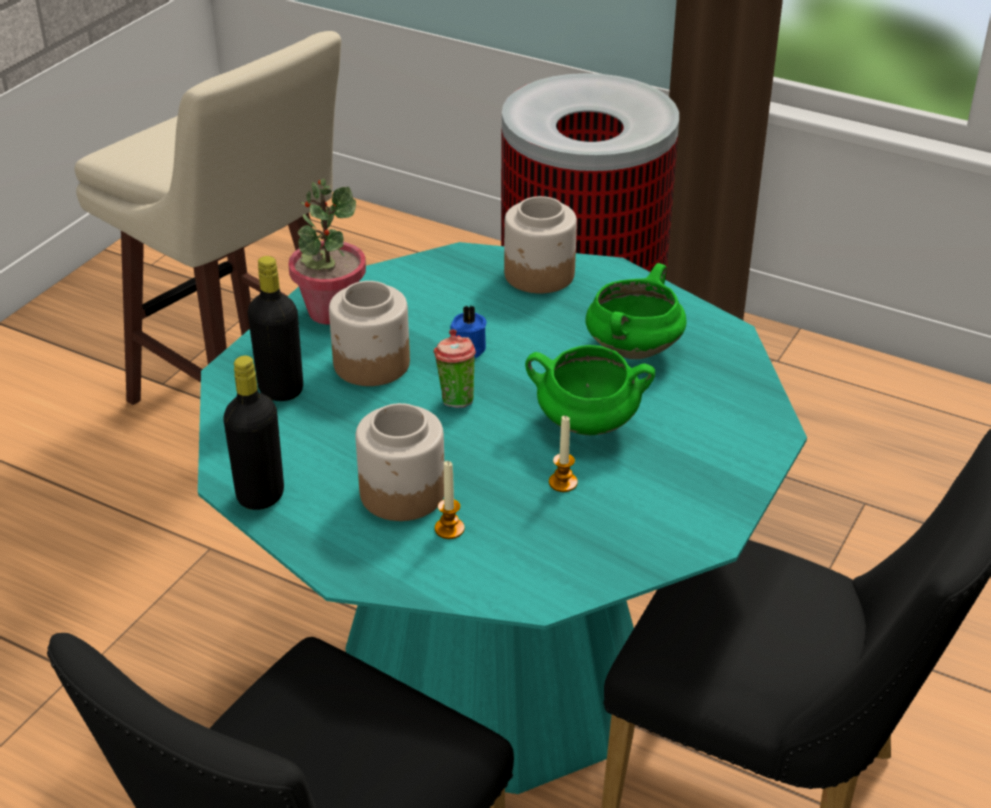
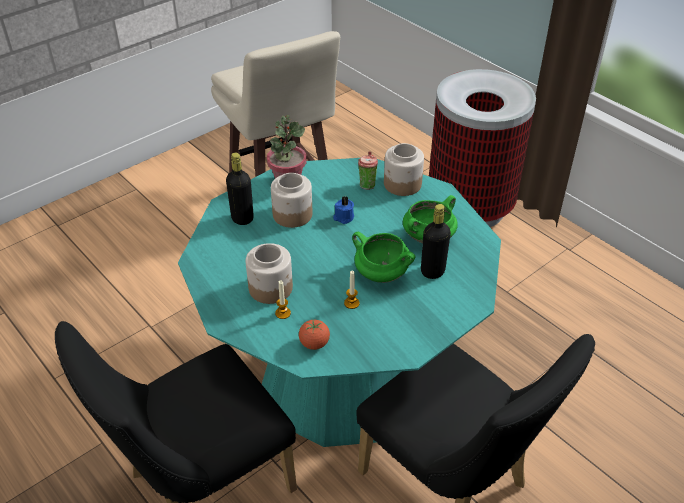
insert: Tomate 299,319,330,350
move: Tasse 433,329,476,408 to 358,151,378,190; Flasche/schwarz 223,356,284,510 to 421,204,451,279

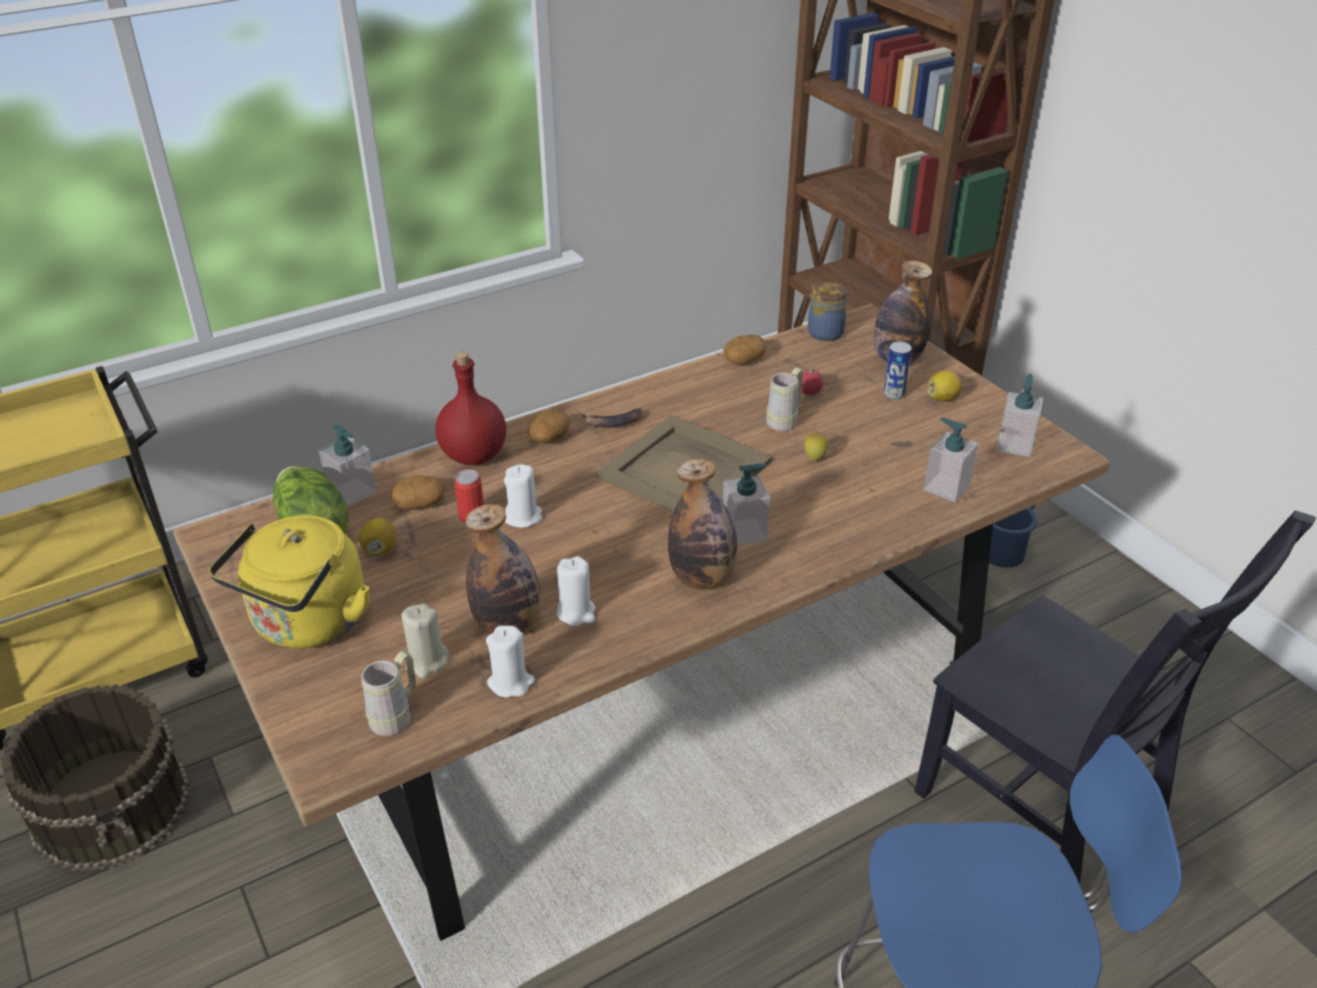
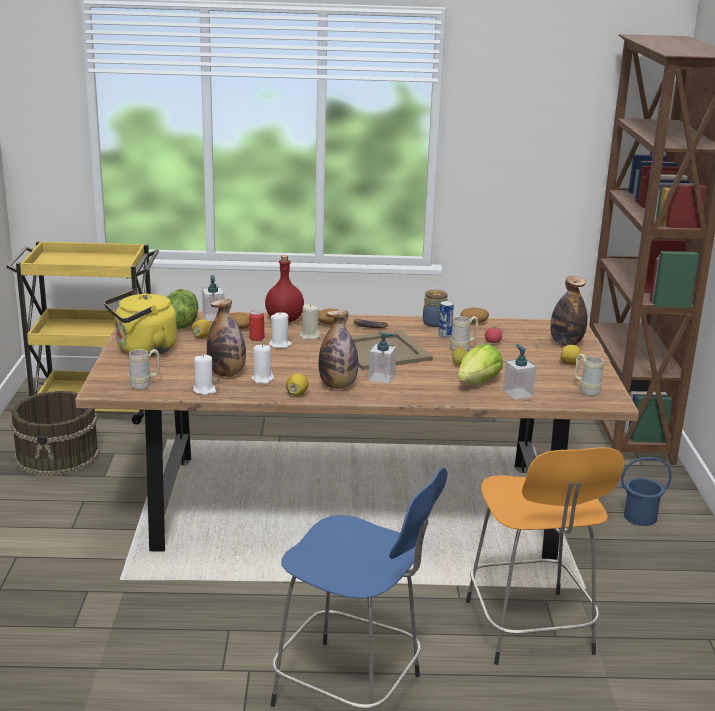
insert: Salatkopf 458,343,503,384; Zitrone 286,373,309,396
move: Vorratsglas 808,282,847,341 to 423,290,448,327; Dose 884,341,912,400 to 439,301,454,338; Kerze/beige 401,603,449,678 to 299,304,321,340
replace: Seifenspender 996,374,1043,457 to Henkelbecher/beige 575,354,604,396; Stuhl/schwarz 914,510,1316,884 to Hocker/orange 466,447,625,665

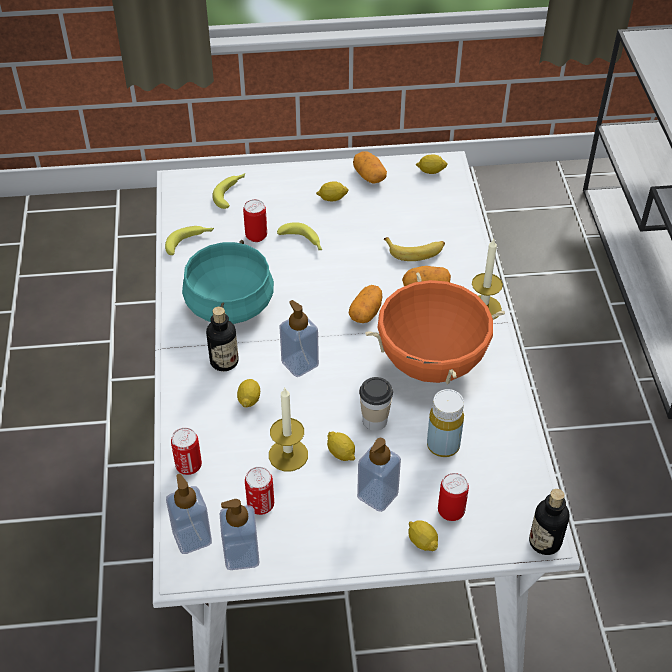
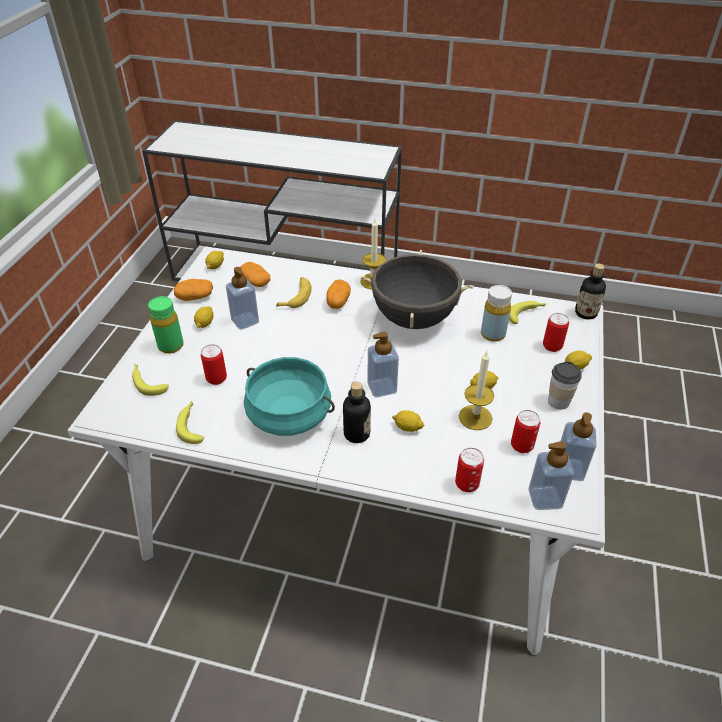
insert: Flasche/grün 148,296,184,354
move: Banane 277,222,322,250 to 509,301,547,324; Kartoffel 349,285,382,323 to 241,262,270,287; Tasse 359,377,393,431 to 548,361,582,409; Seifenspender 357,438,401,512 to 226,267,259,330
recolor: Kochtopf/orange 365,272,505,384 to Kochtopf/schwarz 361,250,473,329

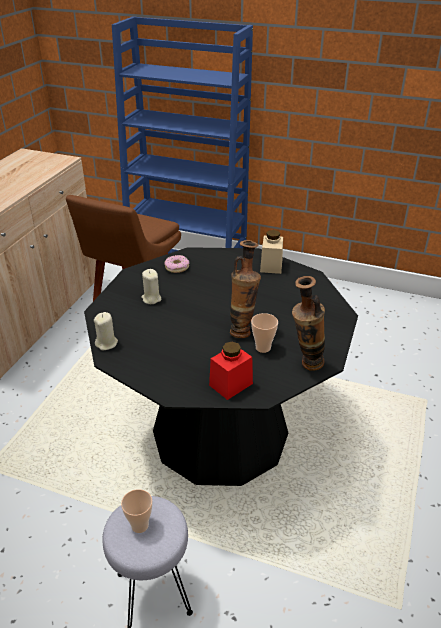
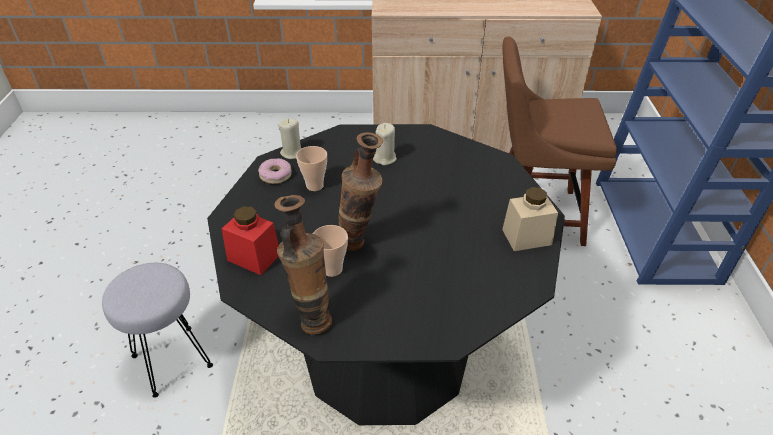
move: Donut 164,255,189,273 to 258,158,292,184; Tasse 121,489,152,533 to 296,146,327,191

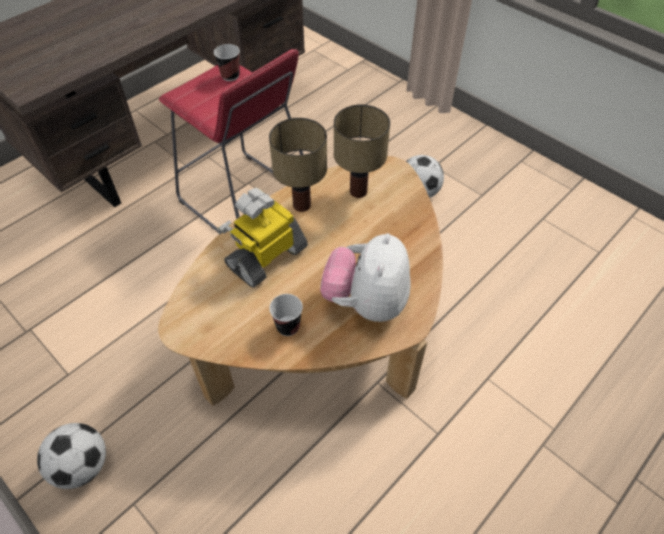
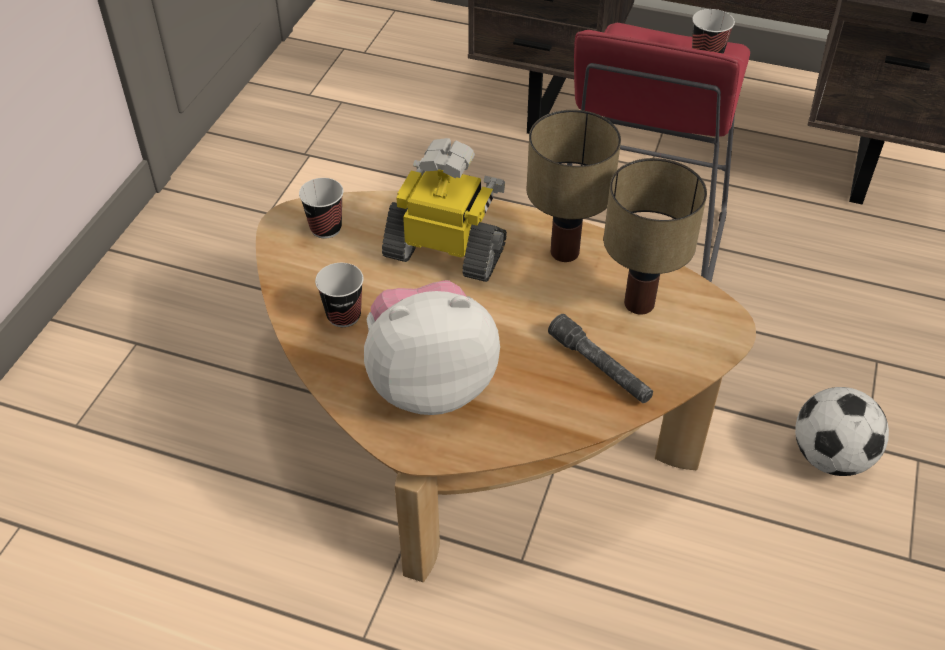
delete: Fußball 37,423,106,489
insert: Tasse 299,178,343,239; Taschenlampe/grau 548,314,653,403

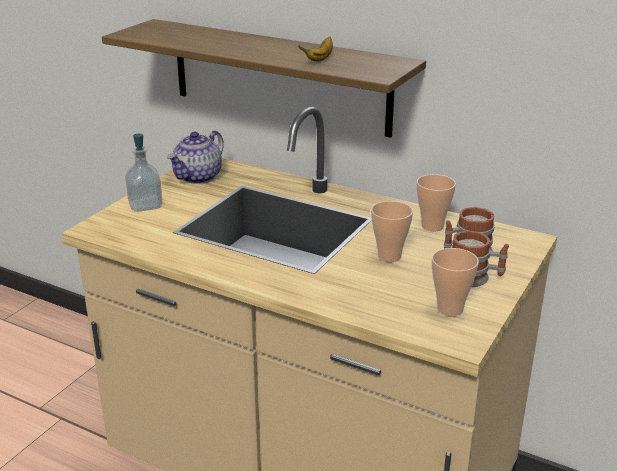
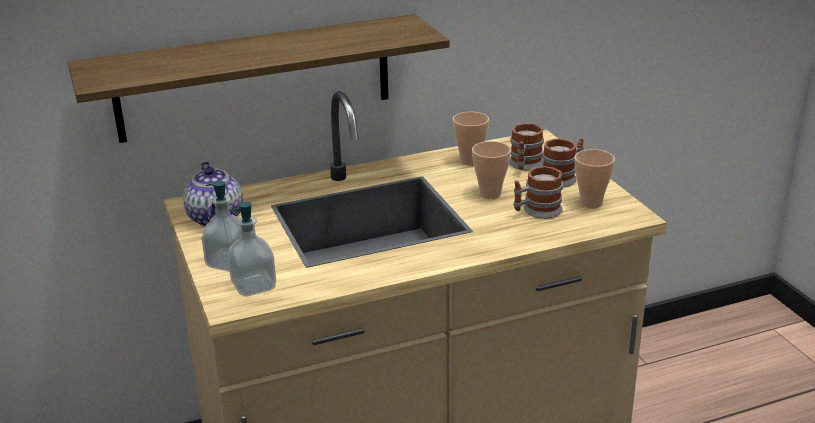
delete: Banane 298,37,333,62
insert: Henkelbecher 514,166,563,219; Seifenspender 228,202,276,297

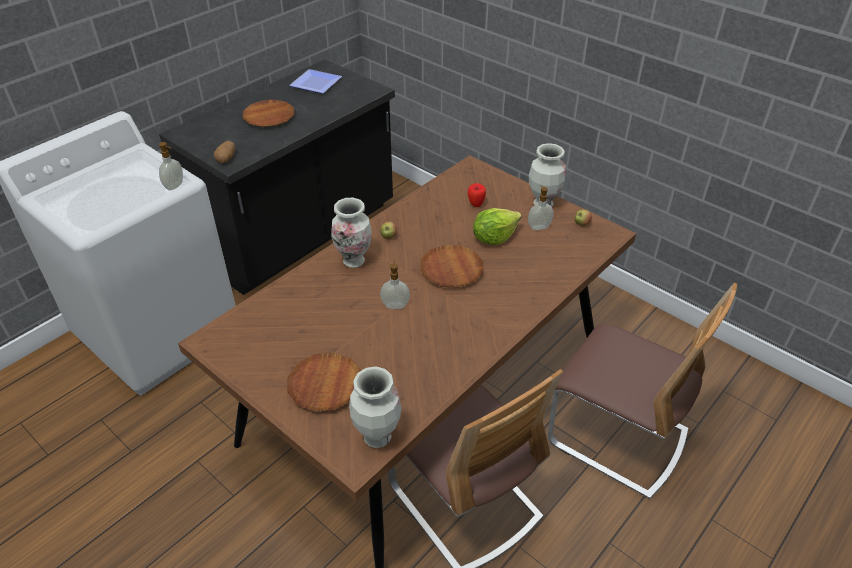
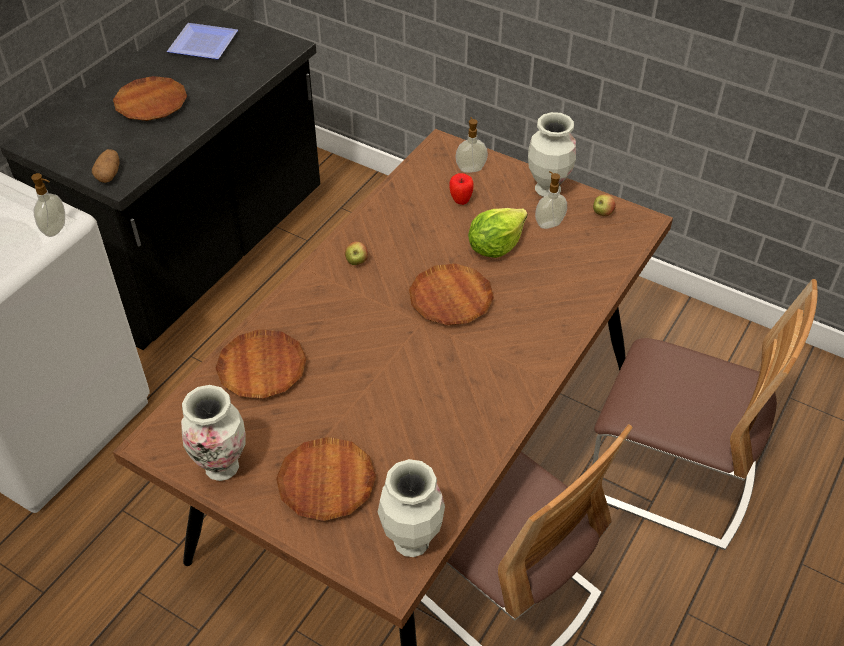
insert: Teller/braun 216,329,307,399
move: Vase 331,198,371,268 to 181,385,246,481; Seifenspender 380,261,410,309 to 455,117,488,173

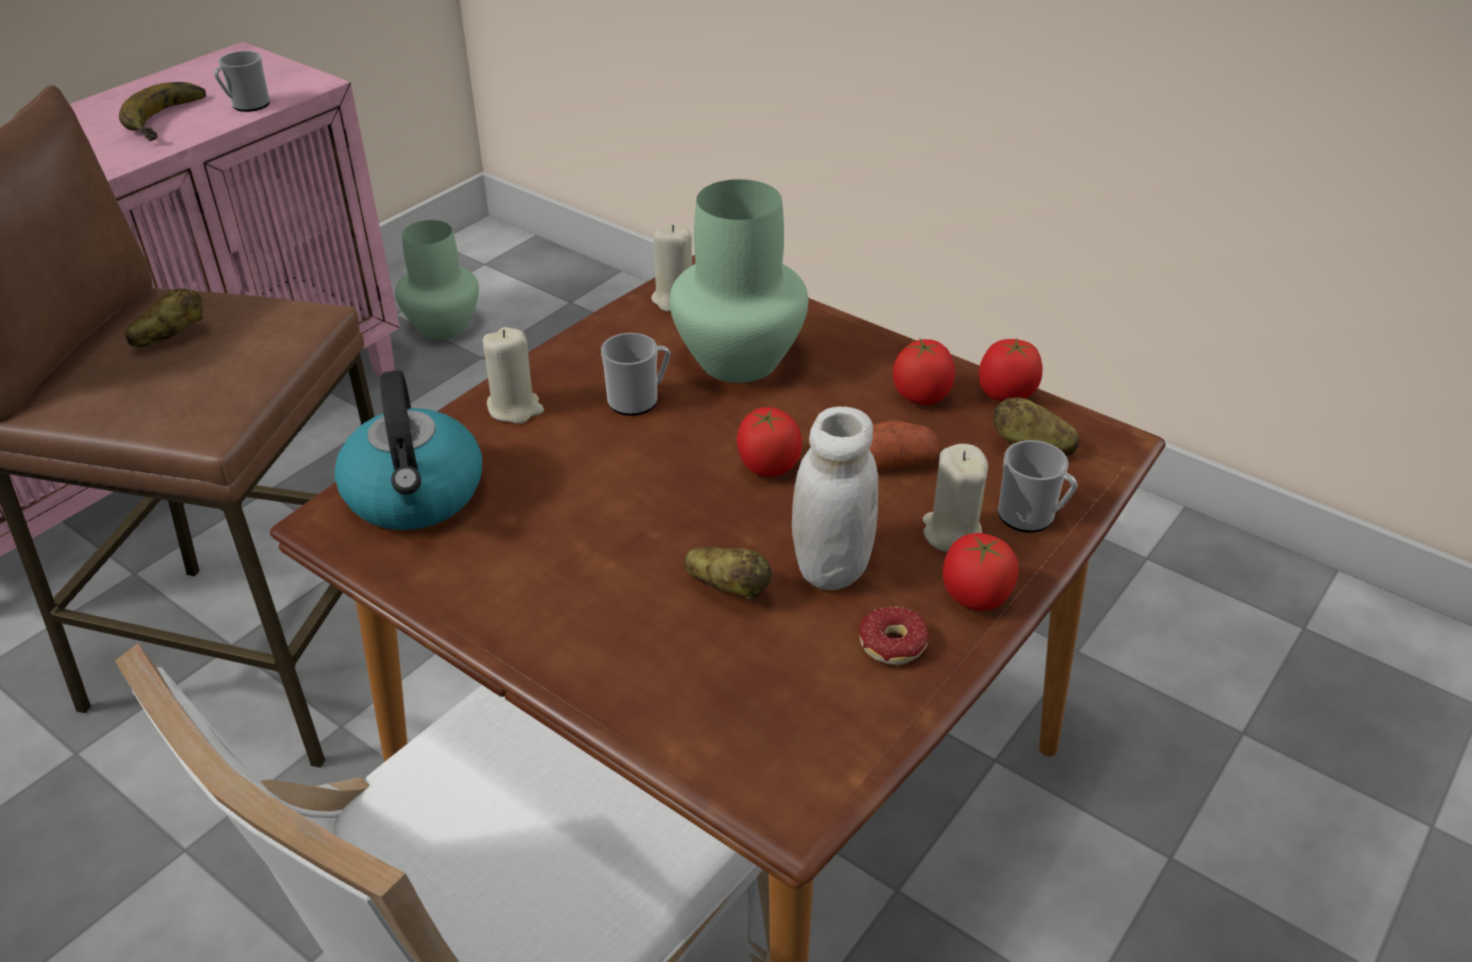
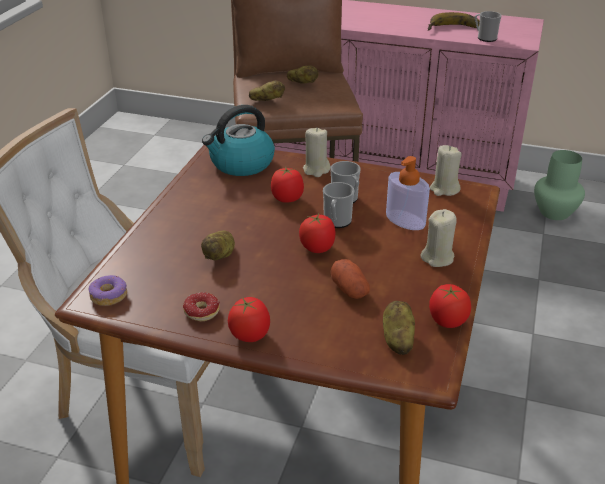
delete: Vorratsglas/weiß 792,407,878,590
insert: Kartoffel 249,81,285,101; Donut 89,275,127,306
move: Tomate 893,337,955,405 to 271,166,304,203; Henkelbecher 998,440,1078,533 to 323,182,354,228; Kerze/beige 923,444,988,552 to 420,209,457,267
replace: Vase/grün 670,179,808,383 to Seifenspender 386,156,430,230

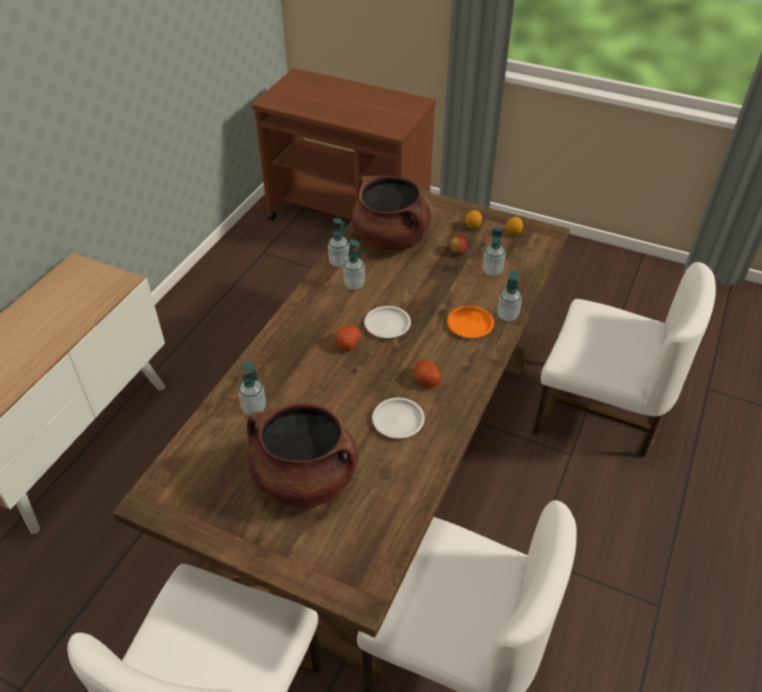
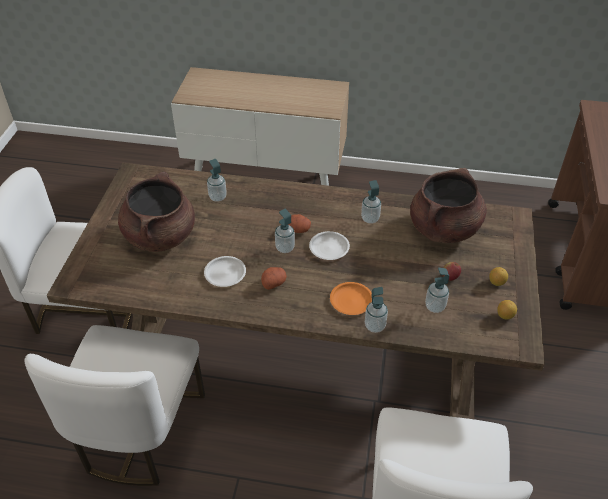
move: Seifenspender 328,218,349,267 to 275,209,295,253

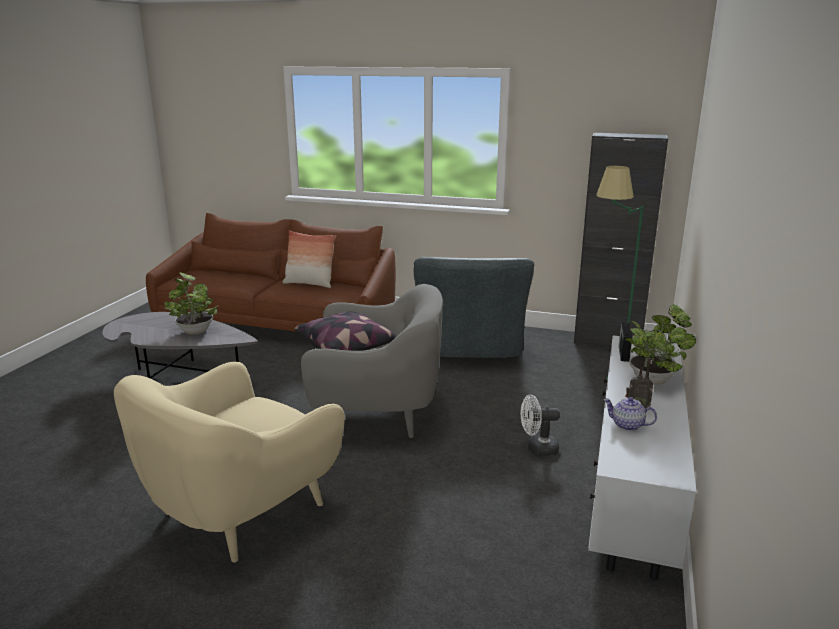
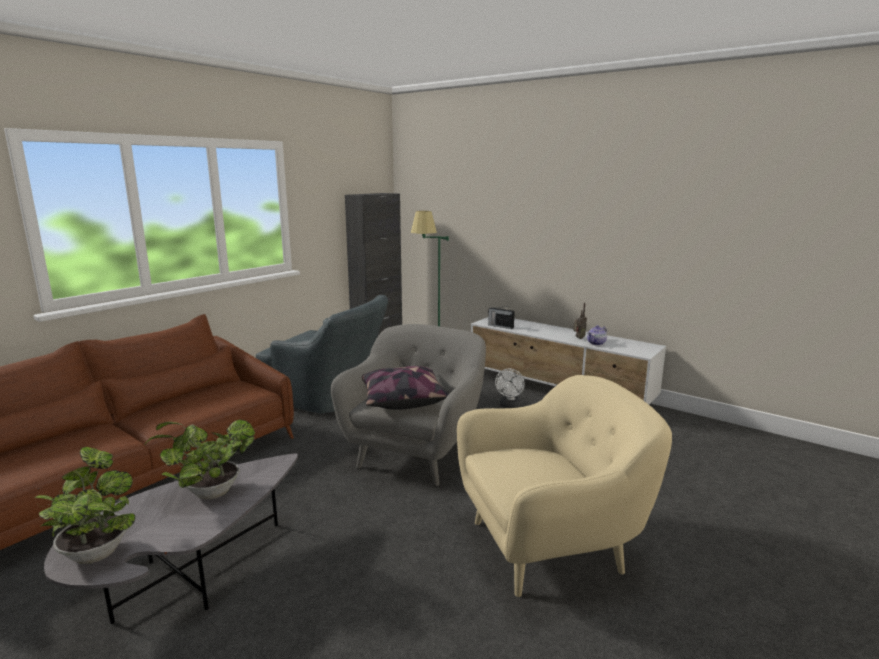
delete: Kissen 282,230,336,288
move: Topfpflanze 625,304,696,385 to 34,447,135,564
rotate: Sessel/beige 114,362,345,562 = 457,375,672,597 75 degrees counterclockwise

